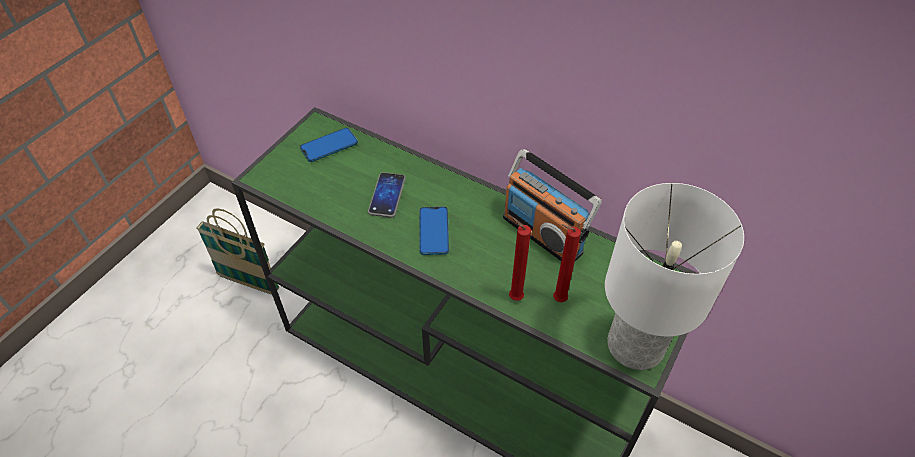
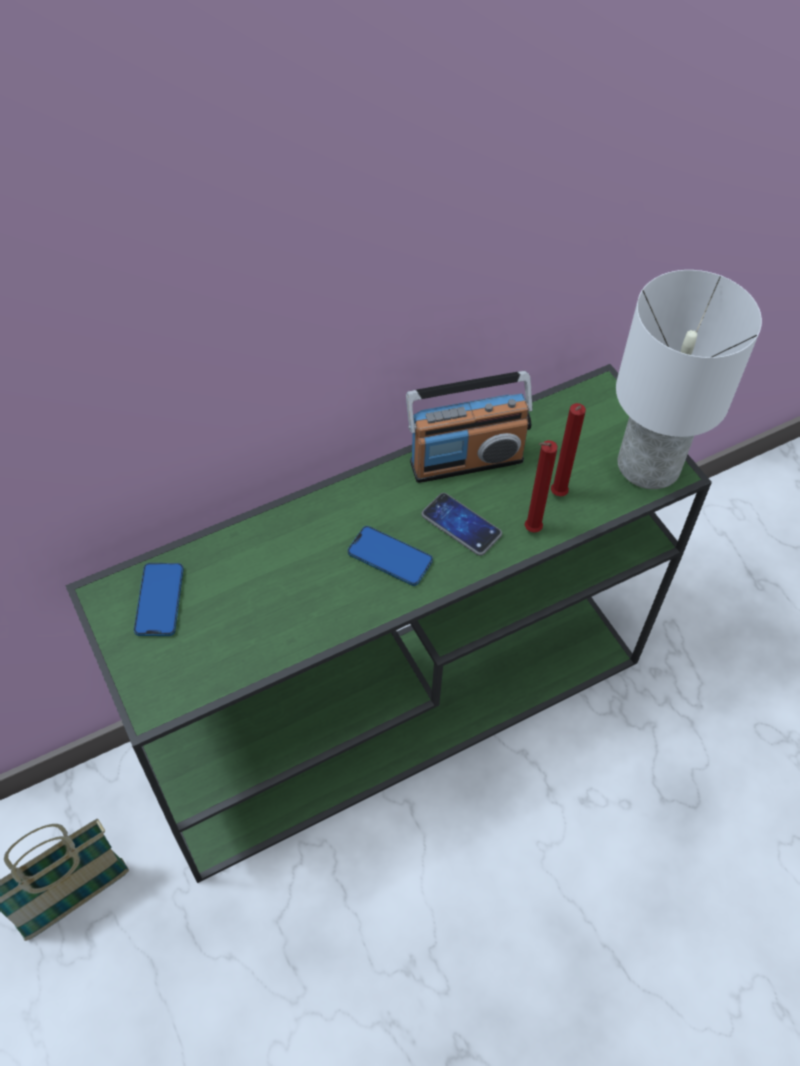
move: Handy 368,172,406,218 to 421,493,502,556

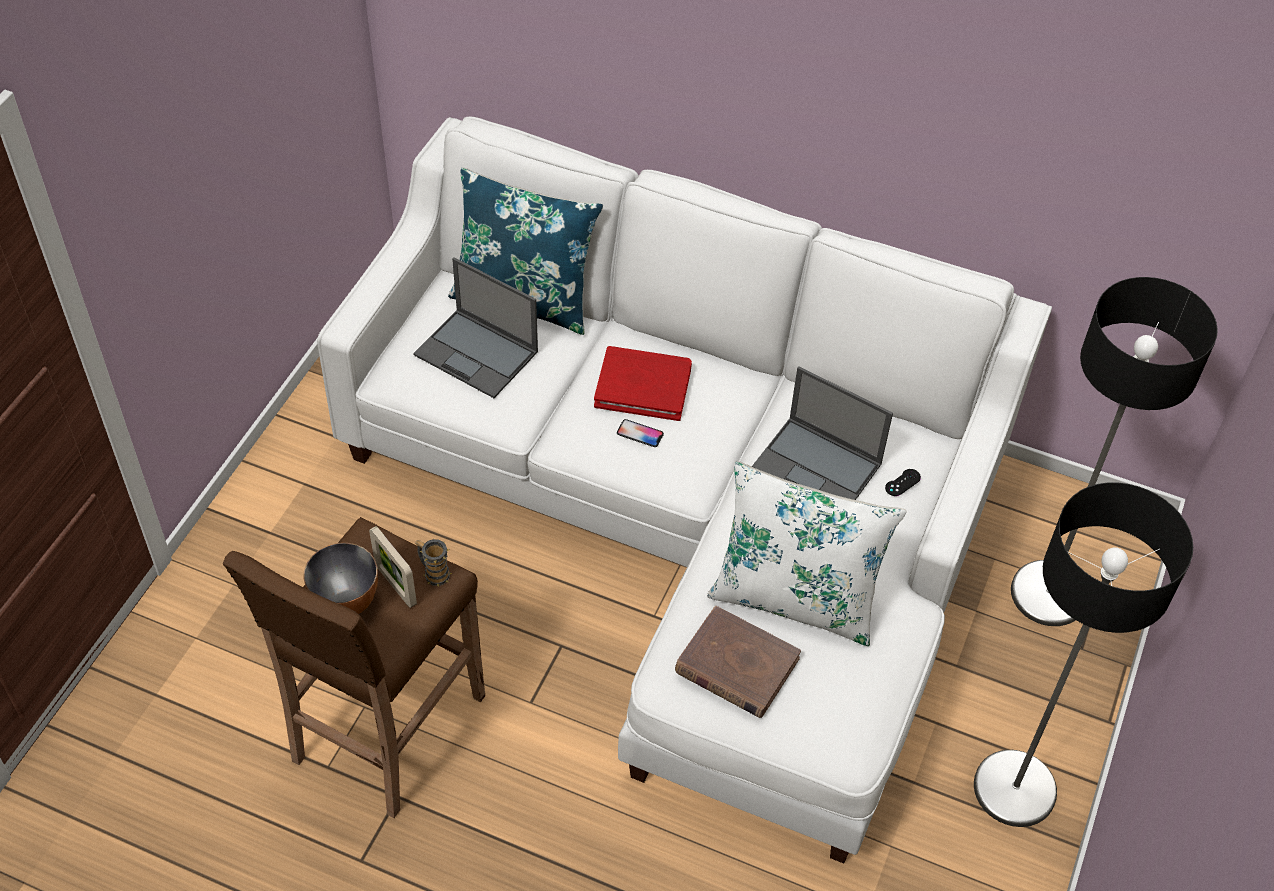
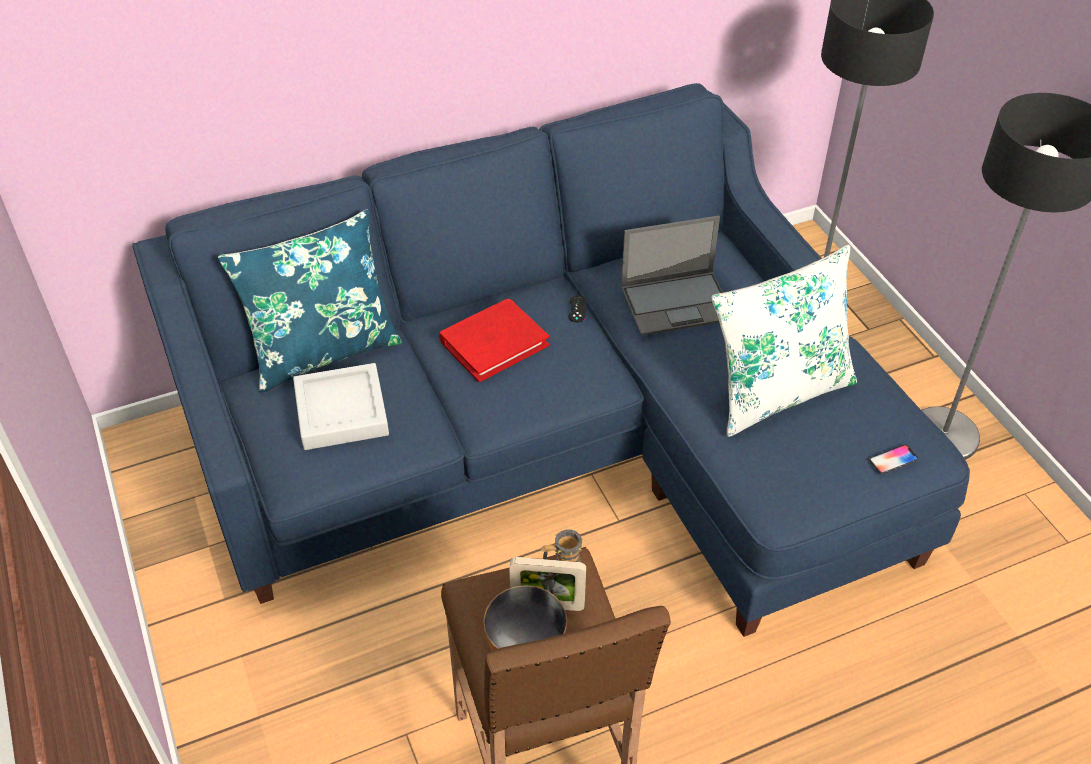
delete: Buch/braun 675,606,801,718
move: Handy 617,419,664,447 to 869,445,918,474; Gamepad/schwarz 885,469,921,496 to 569,295,586,322
replace: Laptop 413,257,538,398 to Tablett/grau 293,363,389,450
recolor: Sofa/weiß 317,117,1052,864 to Sofa/blau 133,83,970,637

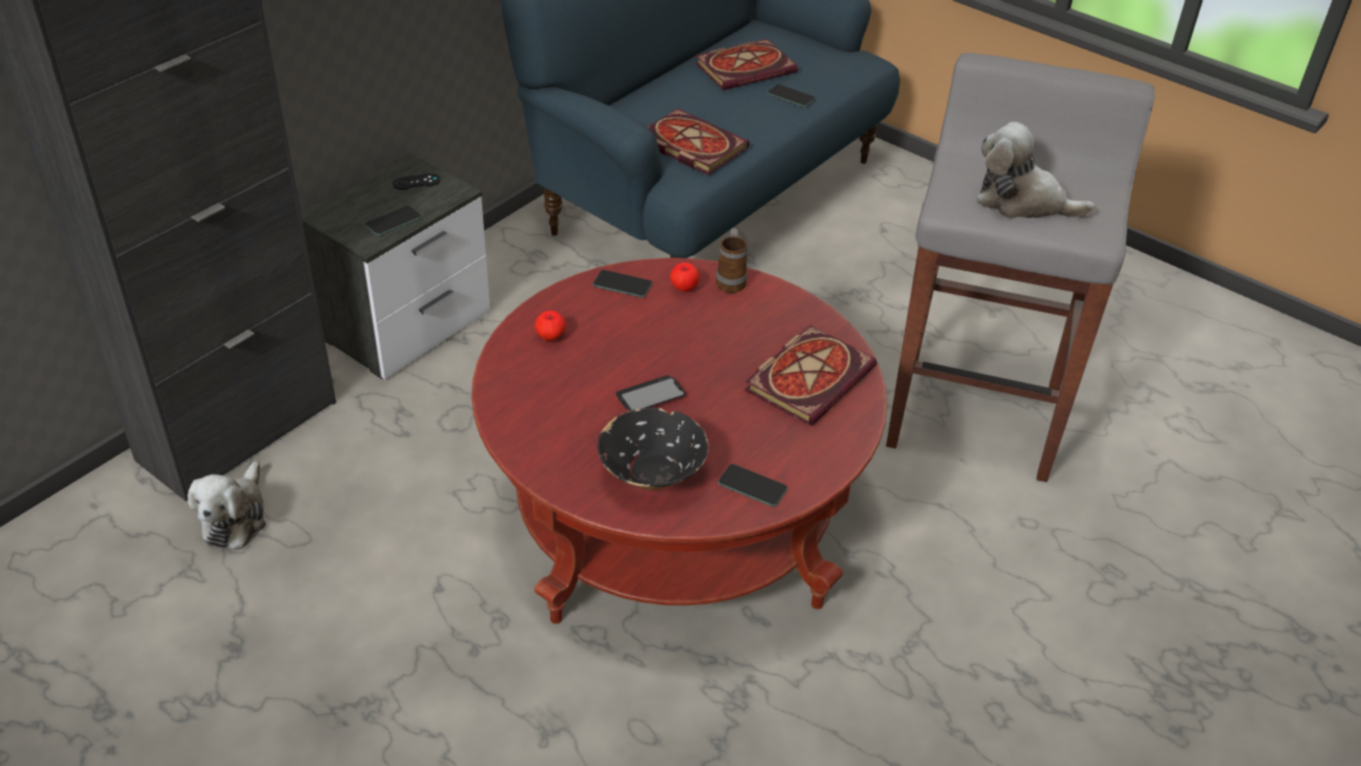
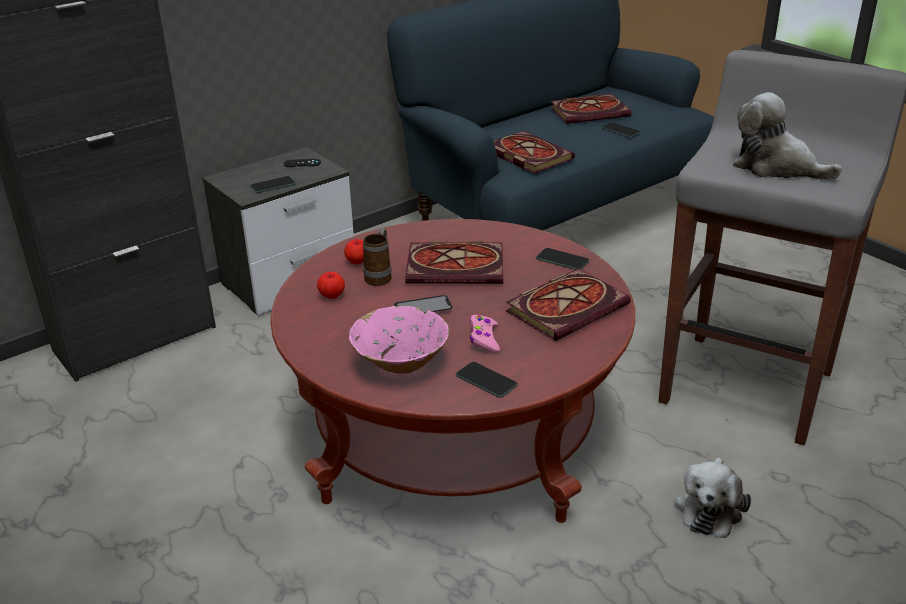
insert: Buch 405,242,503,284; Gamepad/rosa 470,315,500,353
move: Henkelbecher 716,228,748,293 to 363,228,392,286; Apfel 670,262,700,292 to 317,272,345,299; Handy 593,270,653,298 to 536,248,589,270; Plüschtier 187,461,266,549 to 674,457,751,538
recolor: Schüssel/schwarz 597,408,709,490 to Schüssel/rosa 349,306,449,374

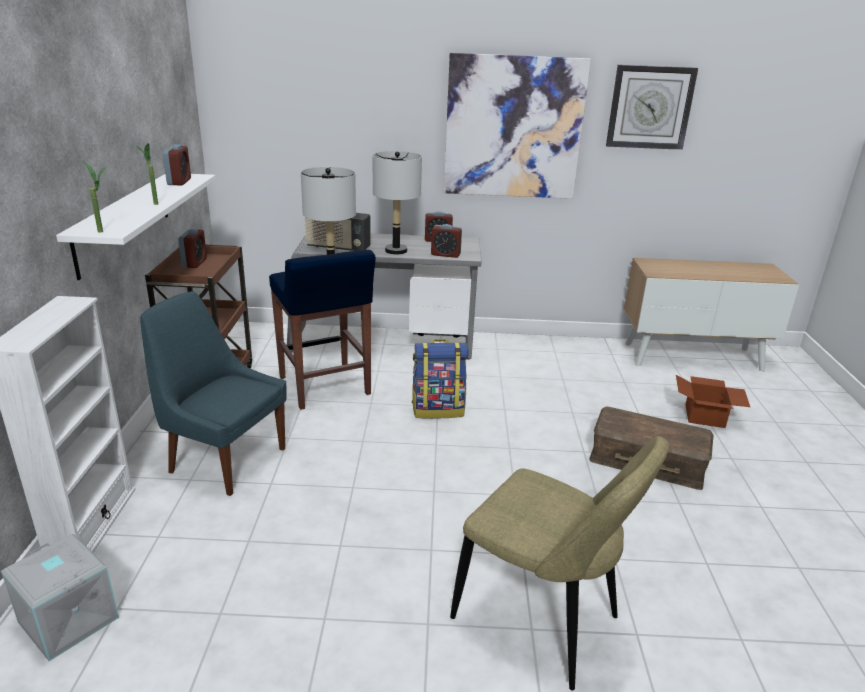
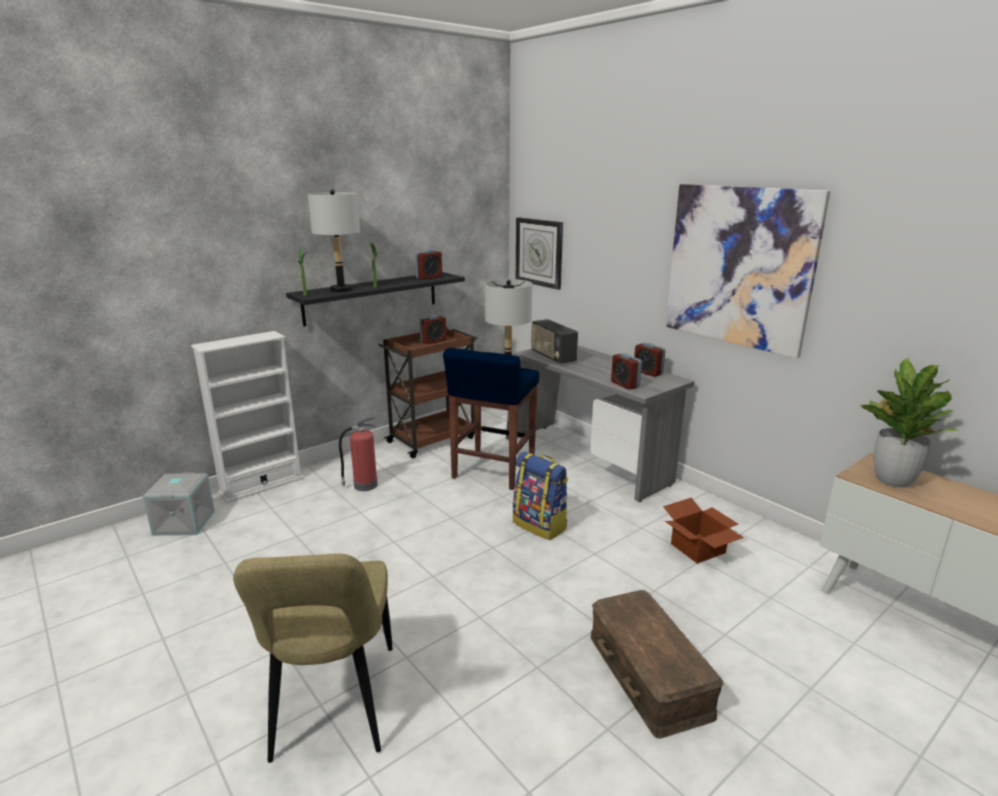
insert: Topfpflanze 860,358,958,488
move: Wanduhr 606,65,698,150 to 516,217,563,290; Tischlampe/grau 373,151,422,254 to 308,189,360,292; Karton 676,375,750,428 to 663,498,744,564
replace: Stuhl/blau 140,291,287,496 to Feuerlöscher 339,416,378,491
recolor: Wandregal/weiß 56,174,216,280 to Wandregal/schwarz 286,272,465,326

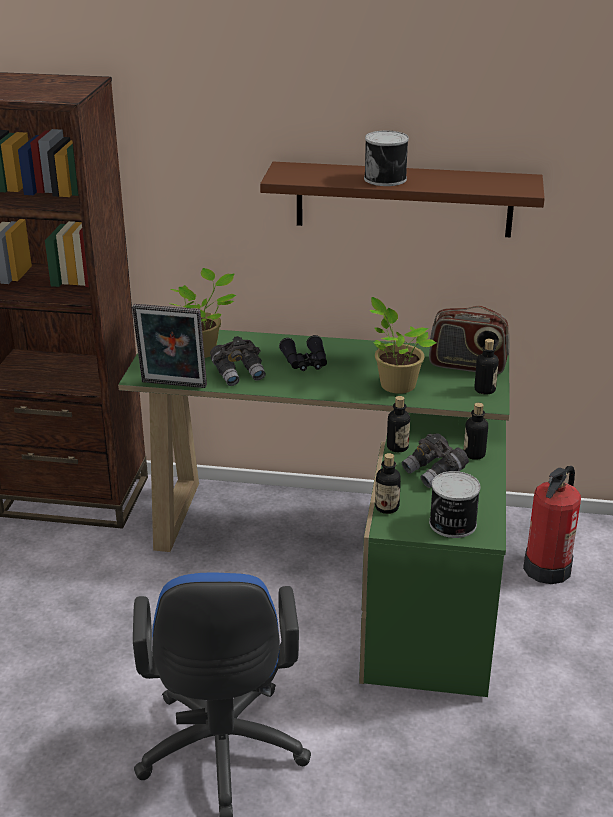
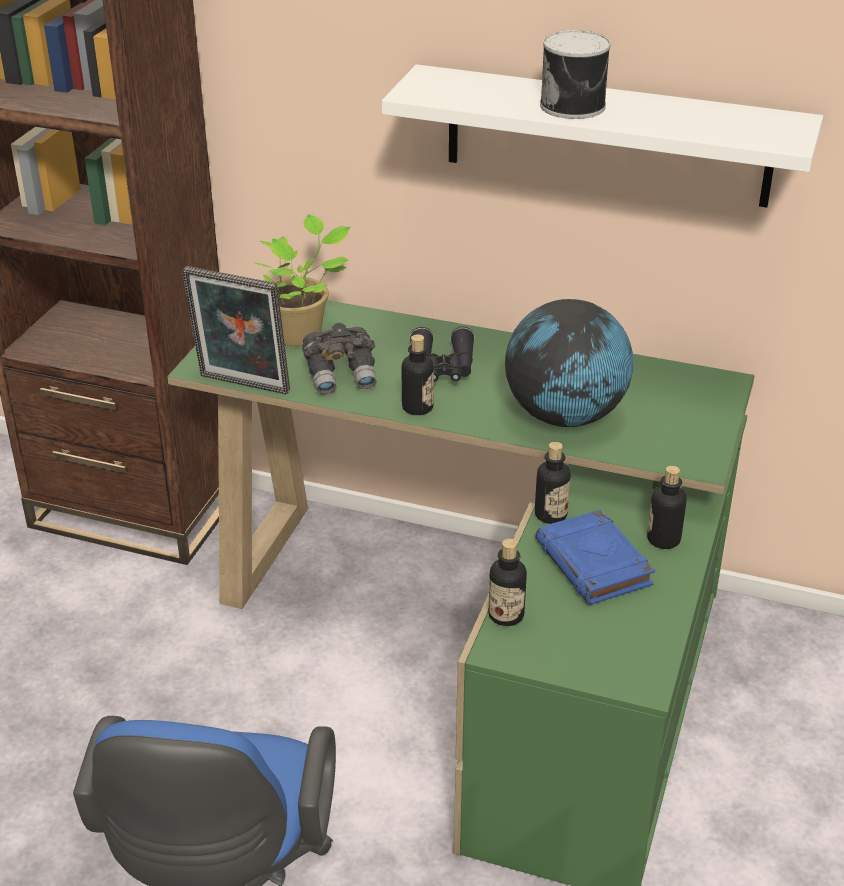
delete: Radio 429,306,510,374; Feuerlöscher 523,466,581,584; Dose 429,471,481,538
move: Flasche 474,339,499,395 to 402,334,434,415
replace: Topfpflanze 370,297,436,394 to Globus 505,299,633,427; Fernglas/grau 402,433,469,488 to Buch/blau 535,509,655,605
recolor: Wandregal/braun 260,162,545,237 to Wandregal/weiß 382,64,823,207

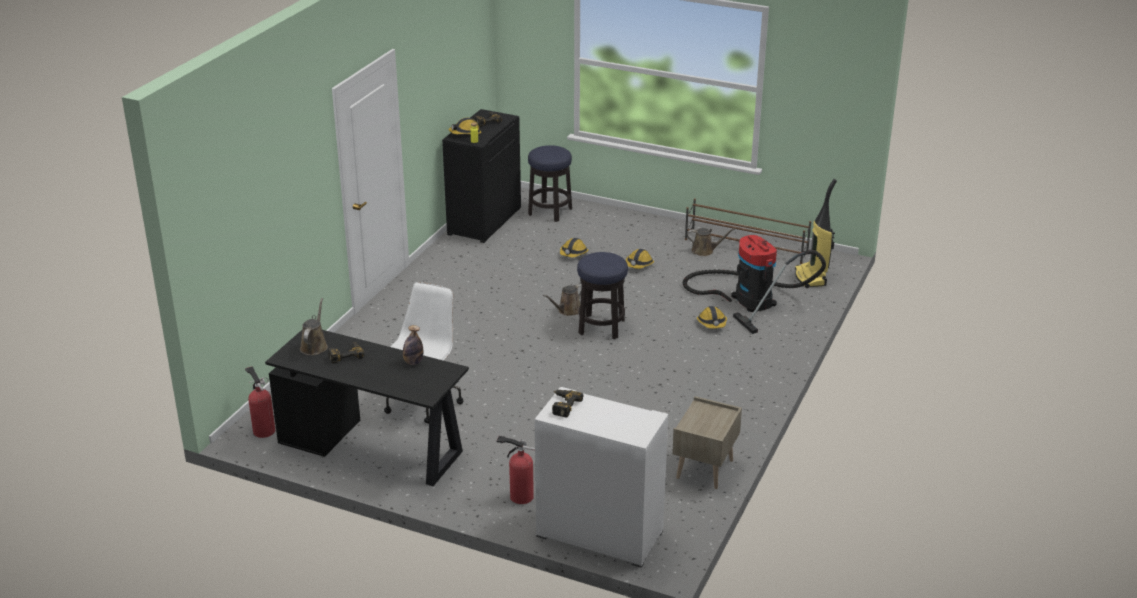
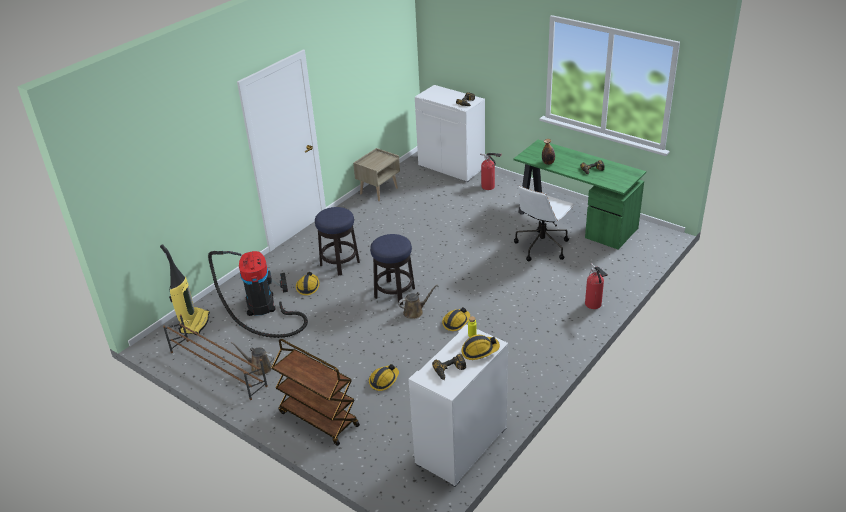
delete: Gießkanne/braun 300,298,328,355
insert: Rollwagen/braun 271,339,360,446
move: Hocker 528,145,572,222 to 315,207,360,275; Schutzhelm 626,249,654,269 to 442,307,470,331; Feuerlöscher 245,366,275,438 to 585,263,608,309
recolor: Schrank/schwarz 442,109,521,243 to Schrank/weiß 408,325,508,487; Schreibtisch/schwarz 265,330,469,486 to Schreibtisch/grün 513,140,646,250

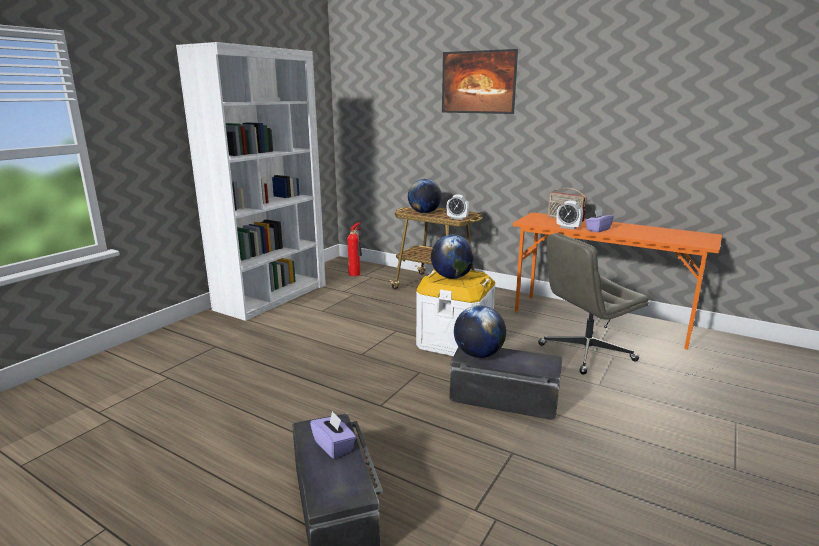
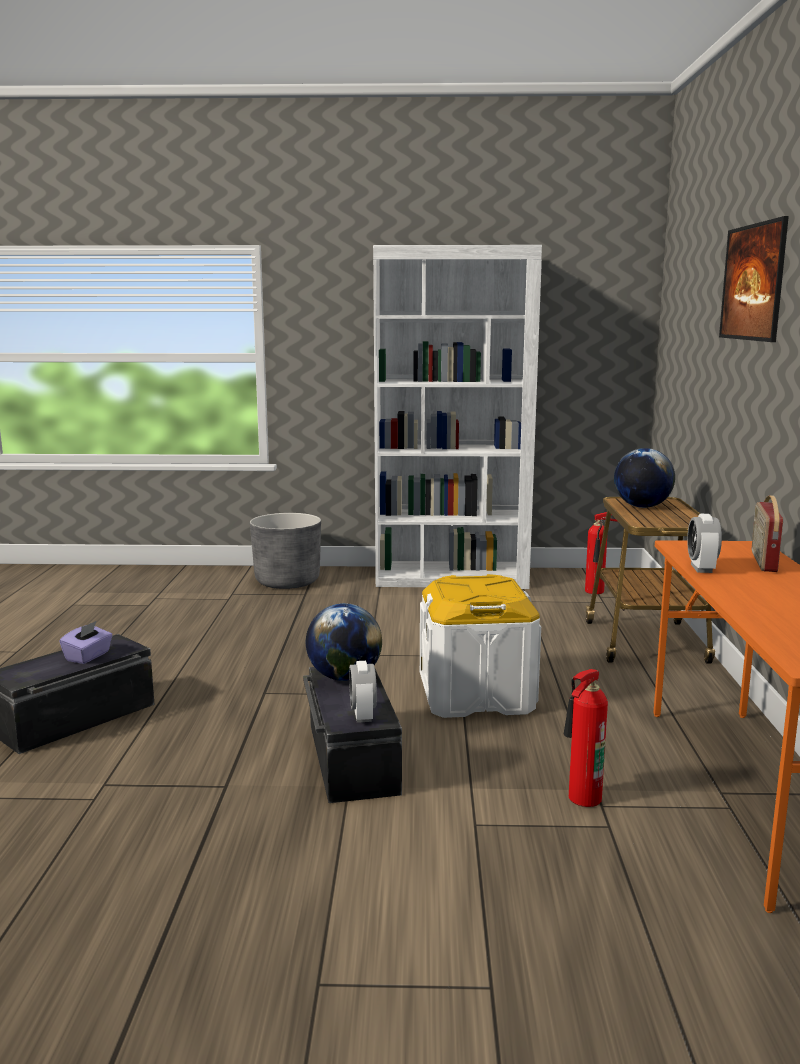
delete: Taschentuchbox/lila 585,209,614,232; Globus 431,235,475,279
insert: Pflanzkübel/grau 250,513,321,589
move: Wecker 446,194,469,220 to 349,661,377,723
replace: Bürostuhl/grau 538,233,649,375 to Feuerlöscher 563,669,608,807

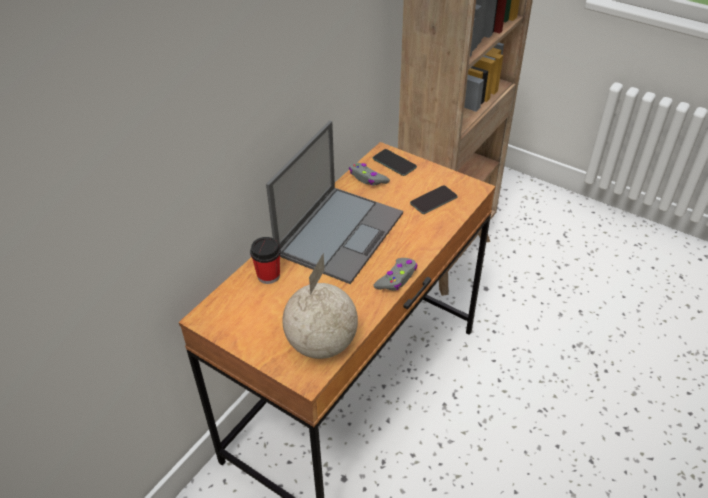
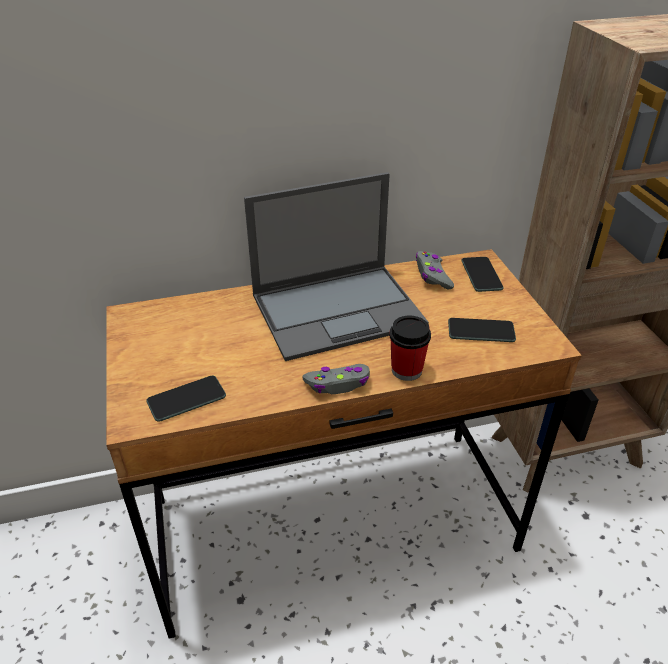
move: Tasse 250,237,281,284 to 389,315,431,381
replace: Globus 282,252,358,359 to Handy 146,376,226,422

